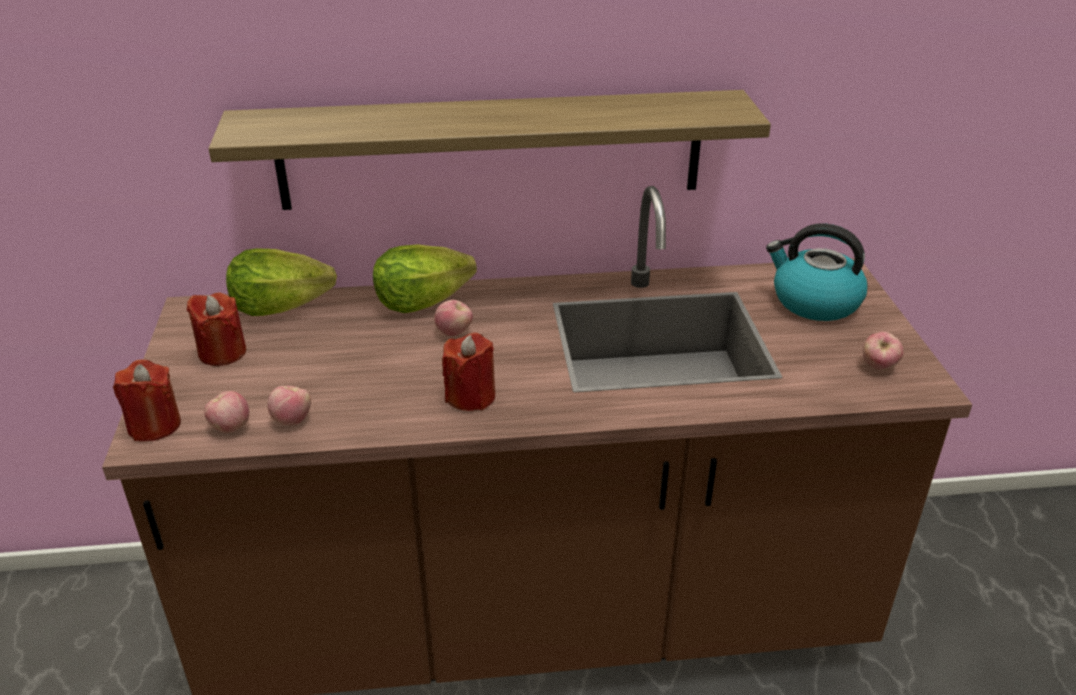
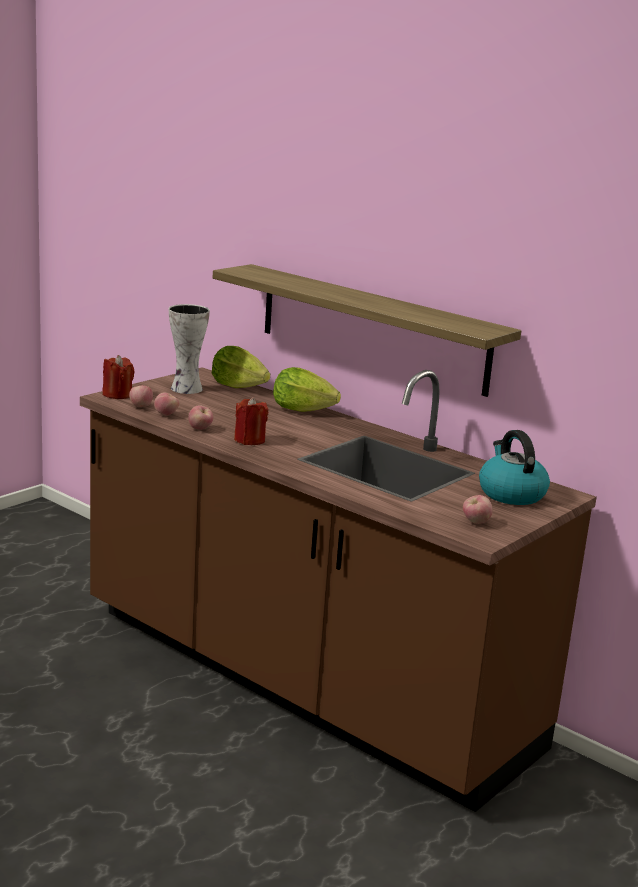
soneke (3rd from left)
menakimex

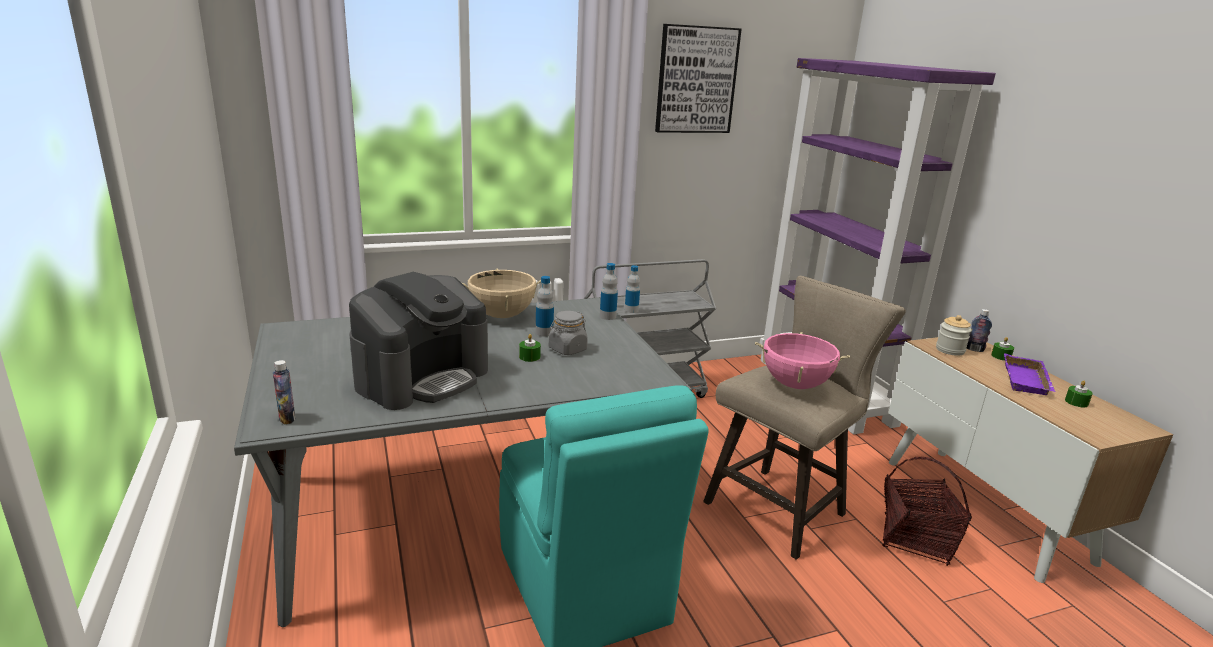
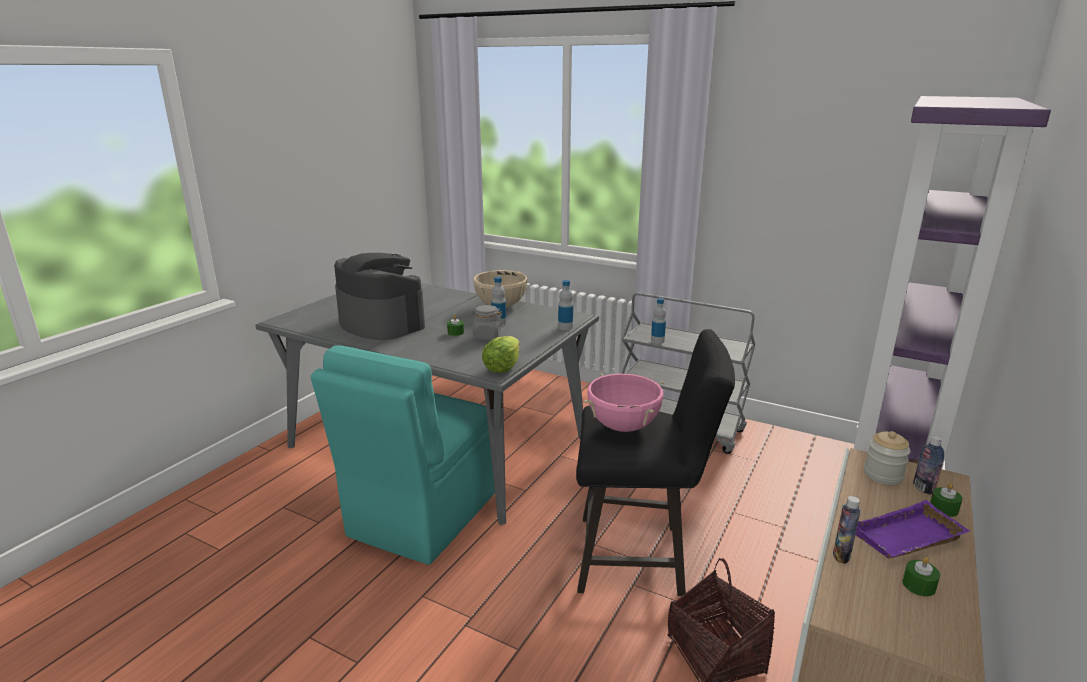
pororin
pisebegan
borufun (4th from left)
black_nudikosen
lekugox

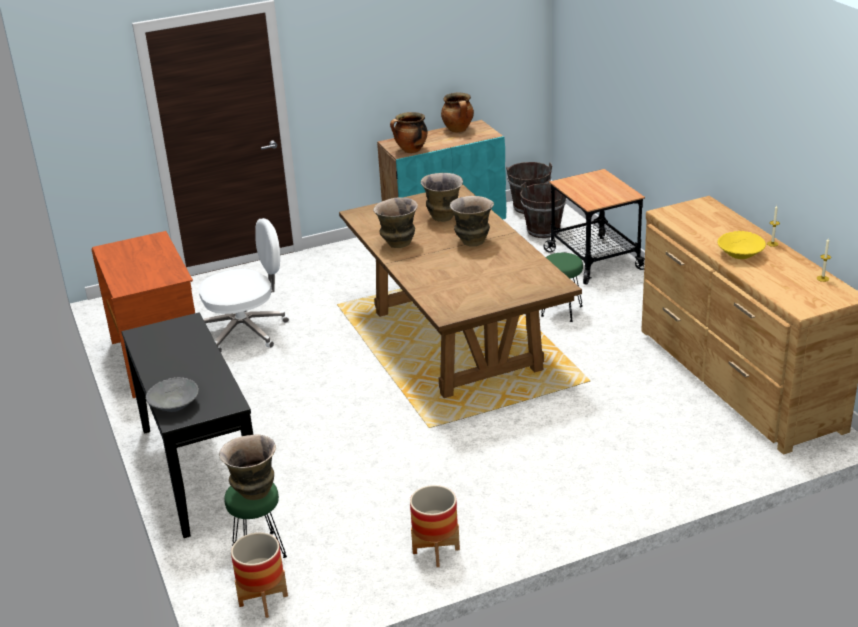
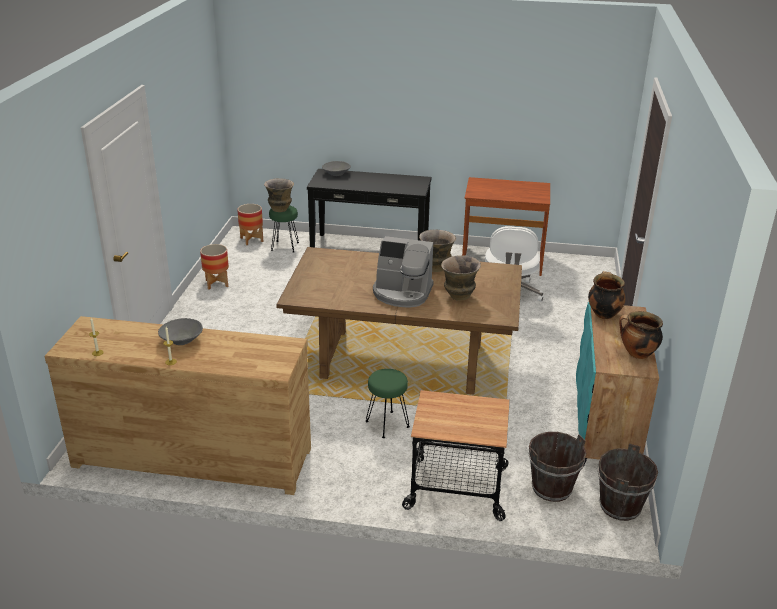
lekugox
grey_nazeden (1st from left)

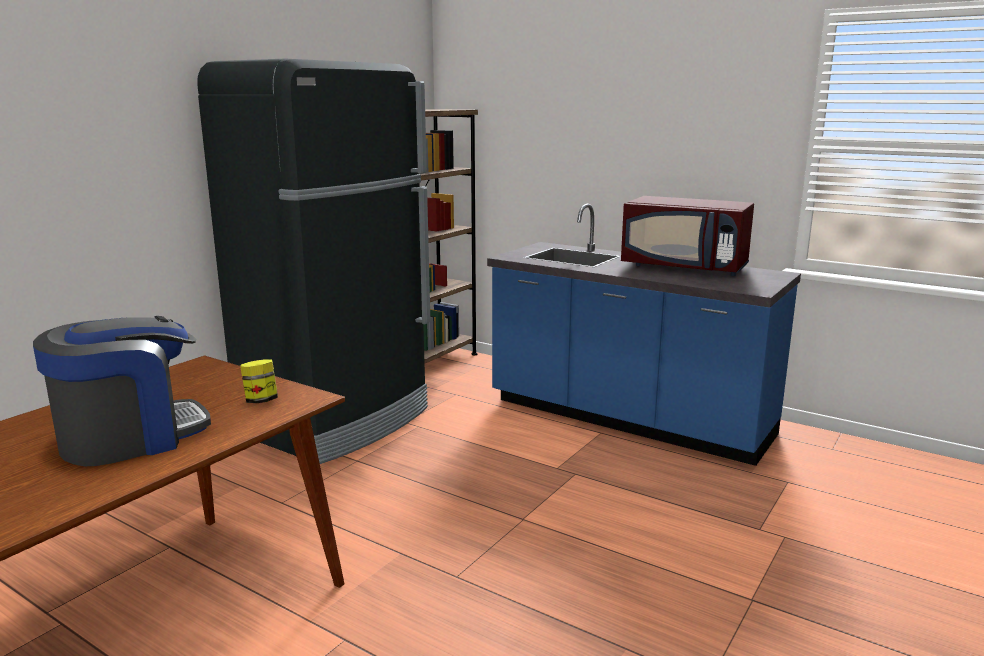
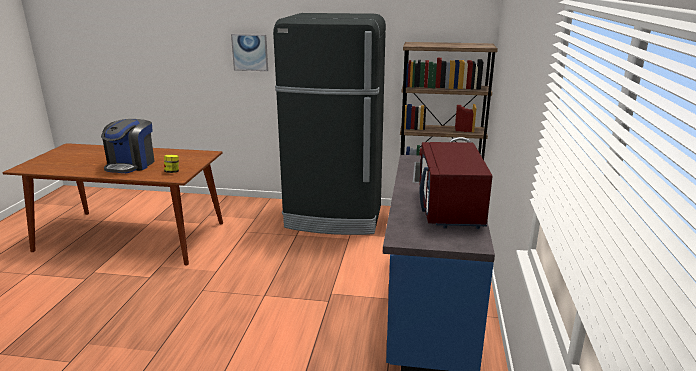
pororin
lekugox

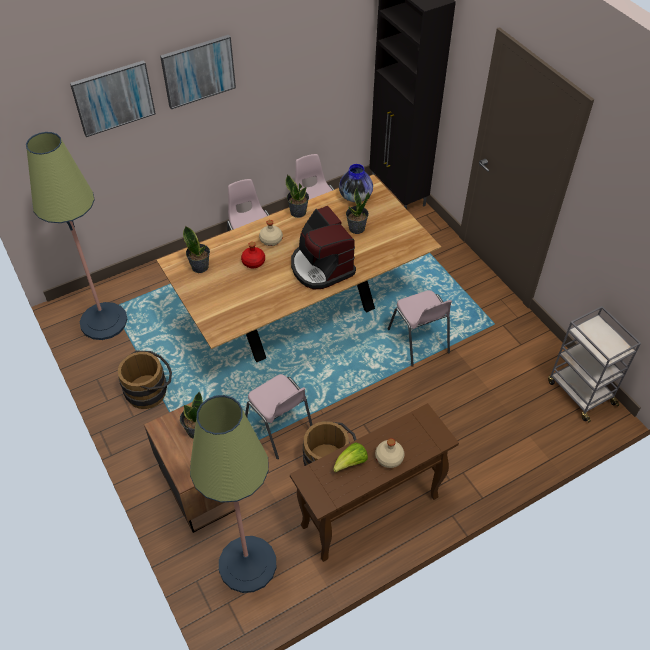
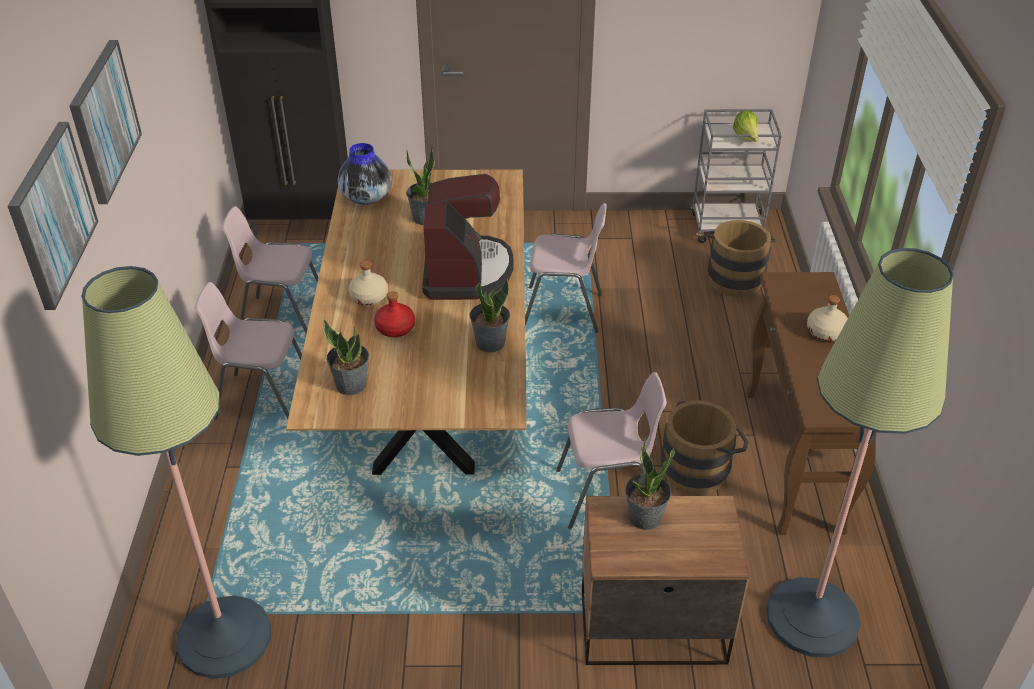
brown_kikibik (2nd from left)
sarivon (3rd from left)
pisebegan
lekugox

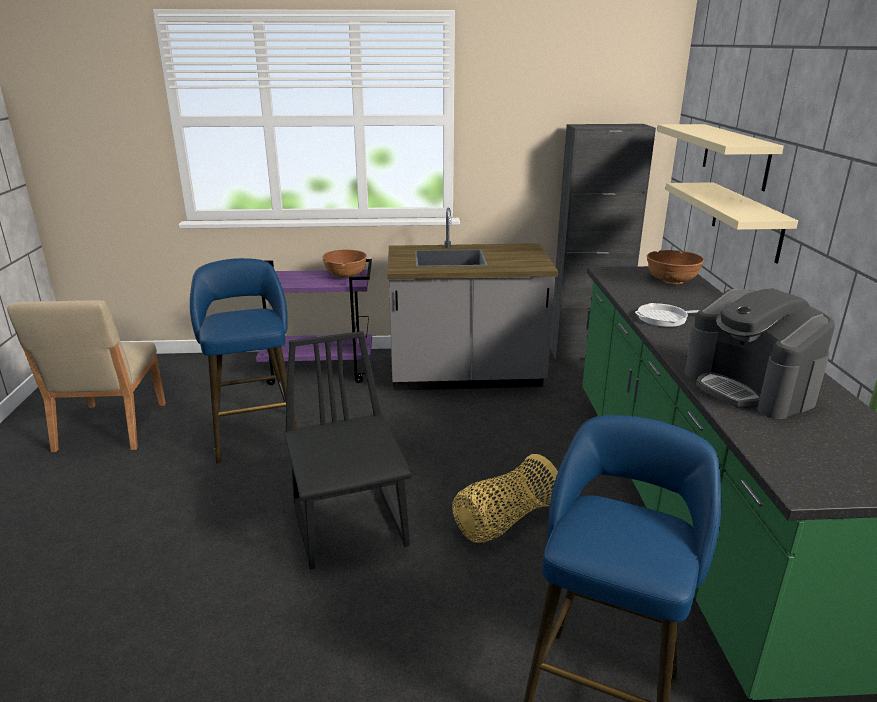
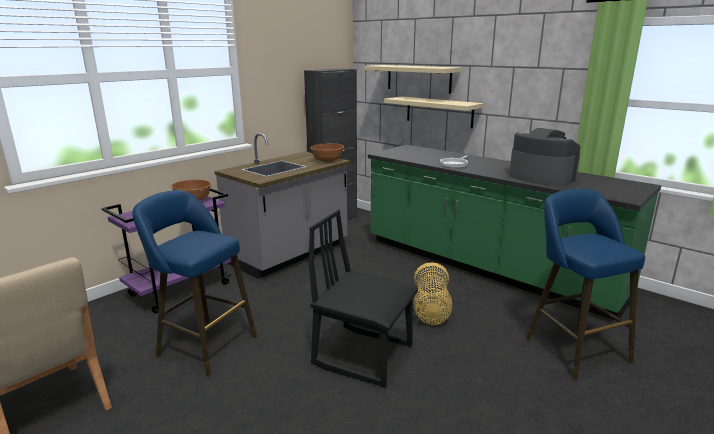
brown_nazeden (2nd from left)
lekugox

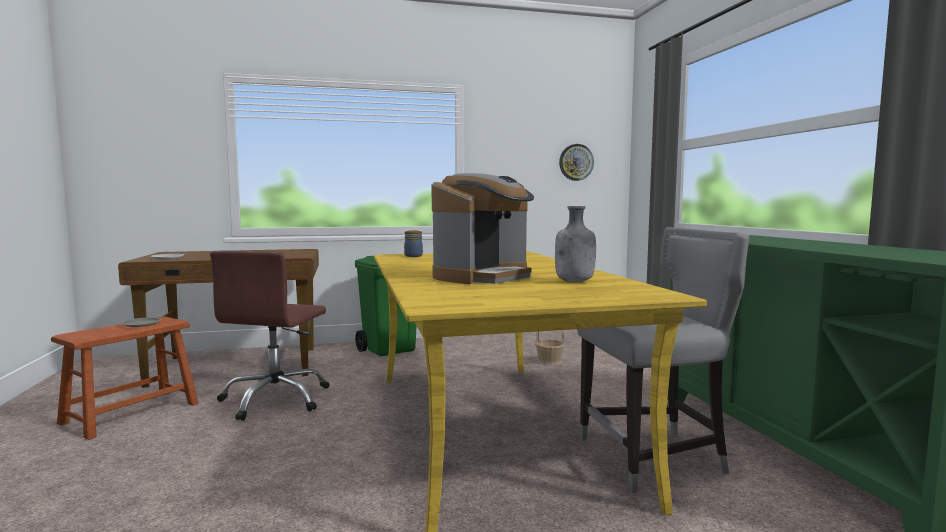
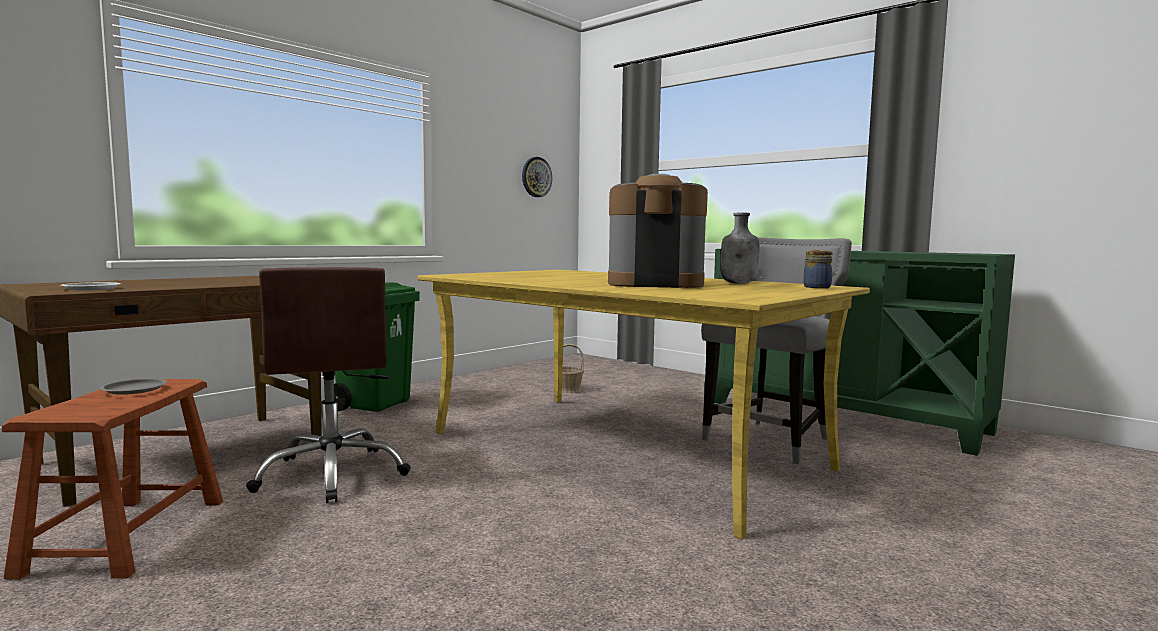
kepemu
lekugox

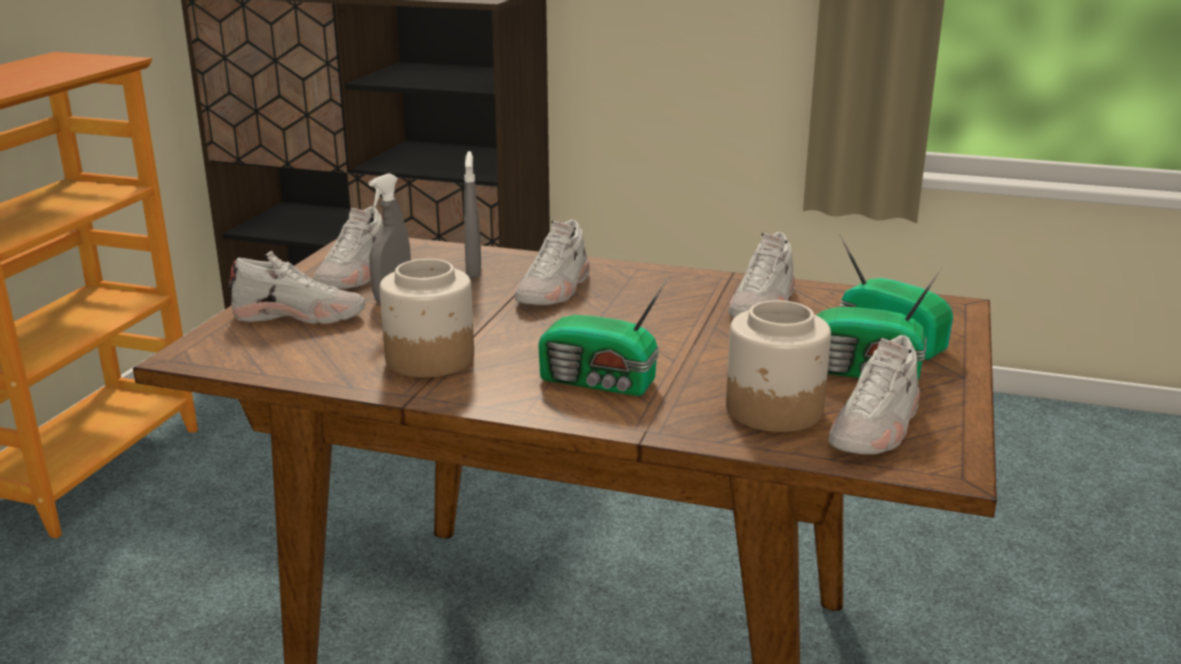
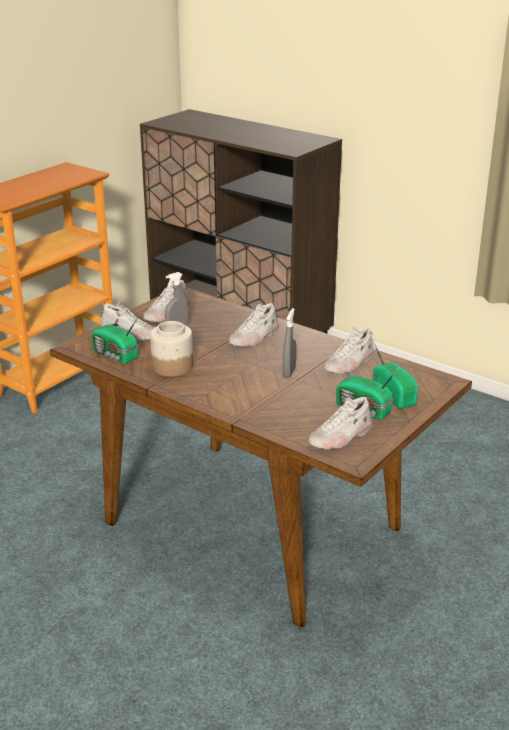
kepemu (2nd from left in the first image)
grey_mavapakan (2nd from left)
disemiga (1st from left)

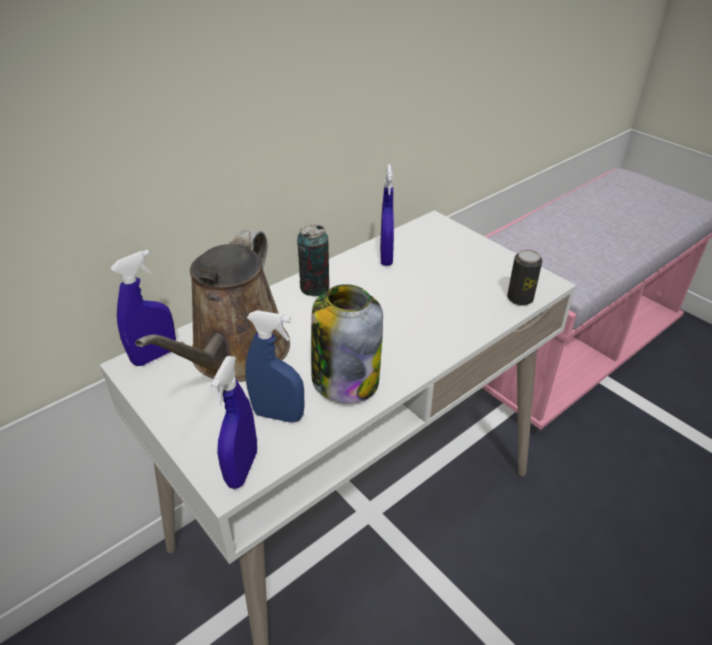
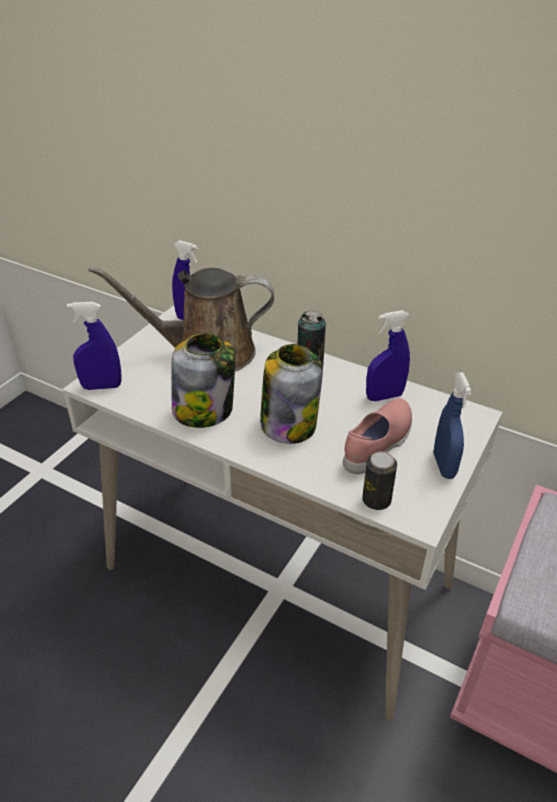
kepemu (2nd from left)
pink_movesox
blue_mavapakan (4th from left)

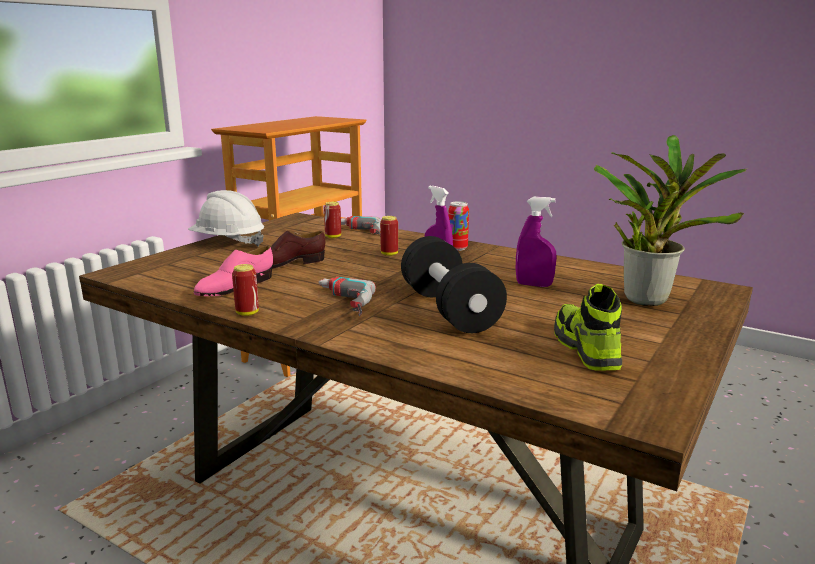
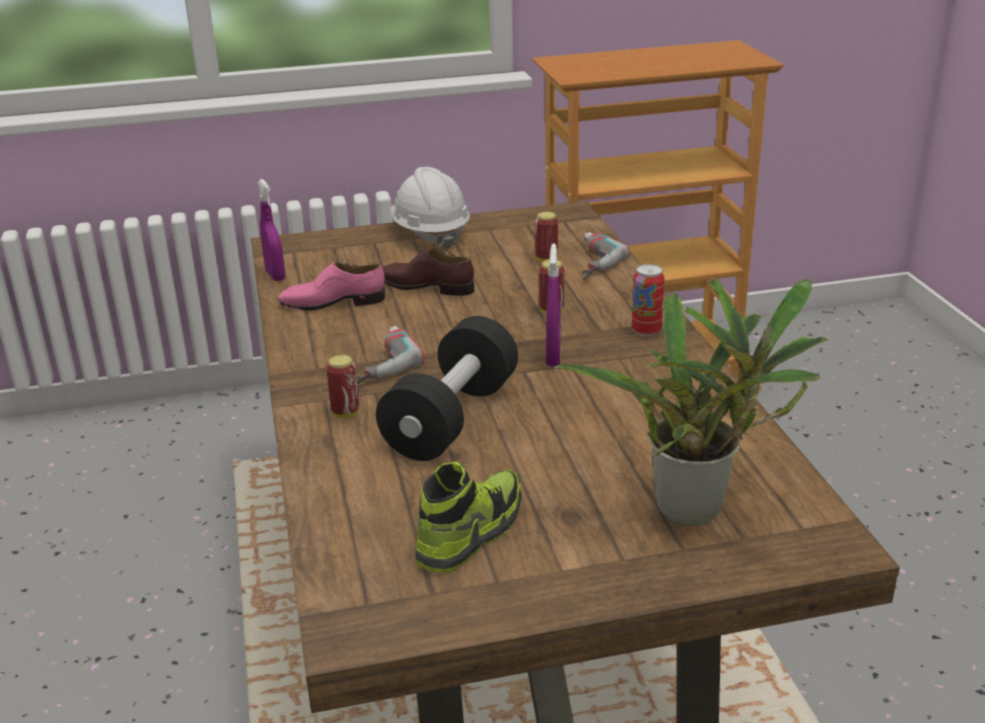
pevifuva (1st from left)
purple_mavapakan (1st from left)

